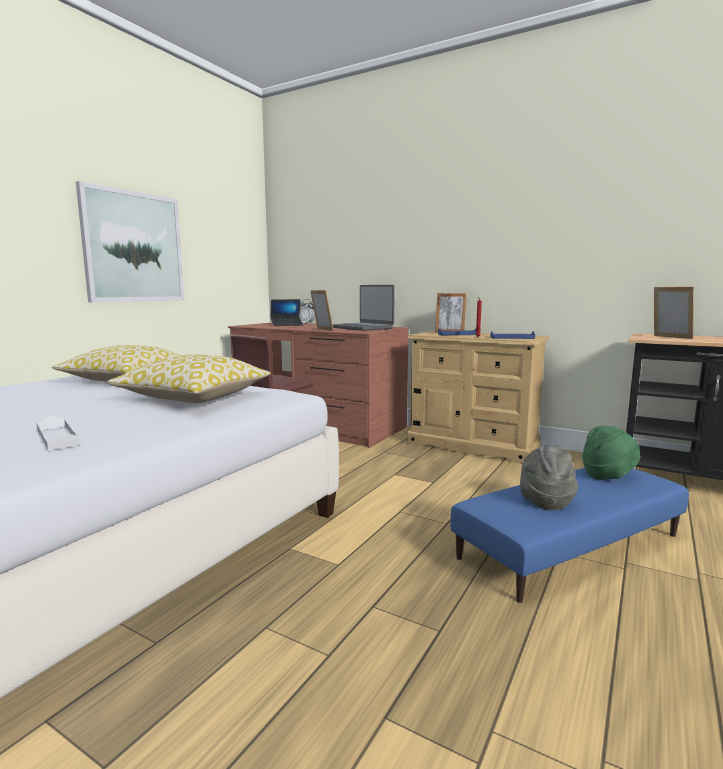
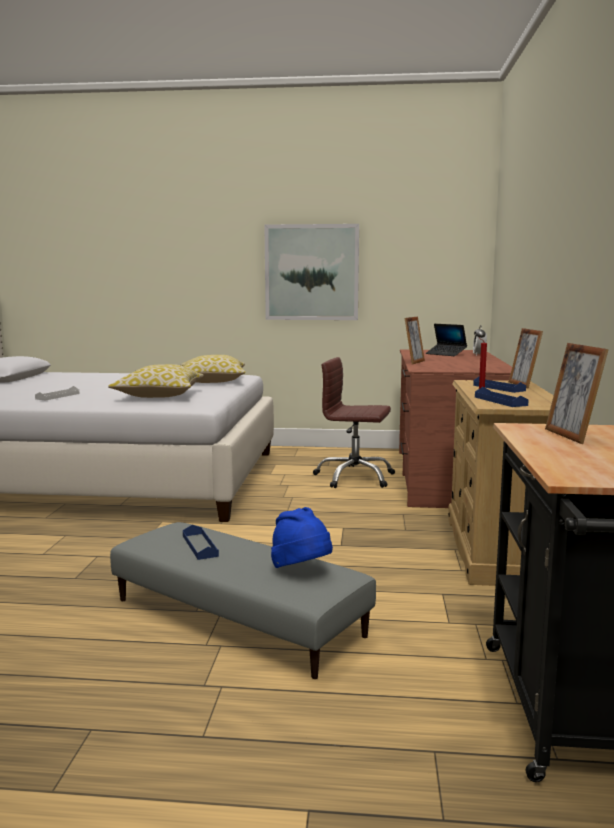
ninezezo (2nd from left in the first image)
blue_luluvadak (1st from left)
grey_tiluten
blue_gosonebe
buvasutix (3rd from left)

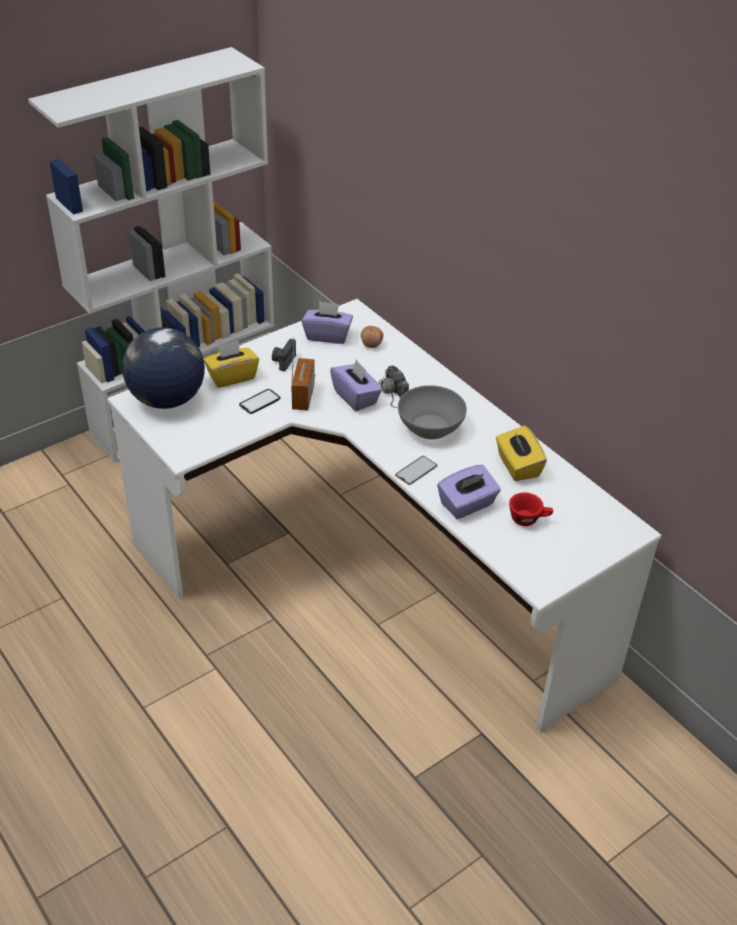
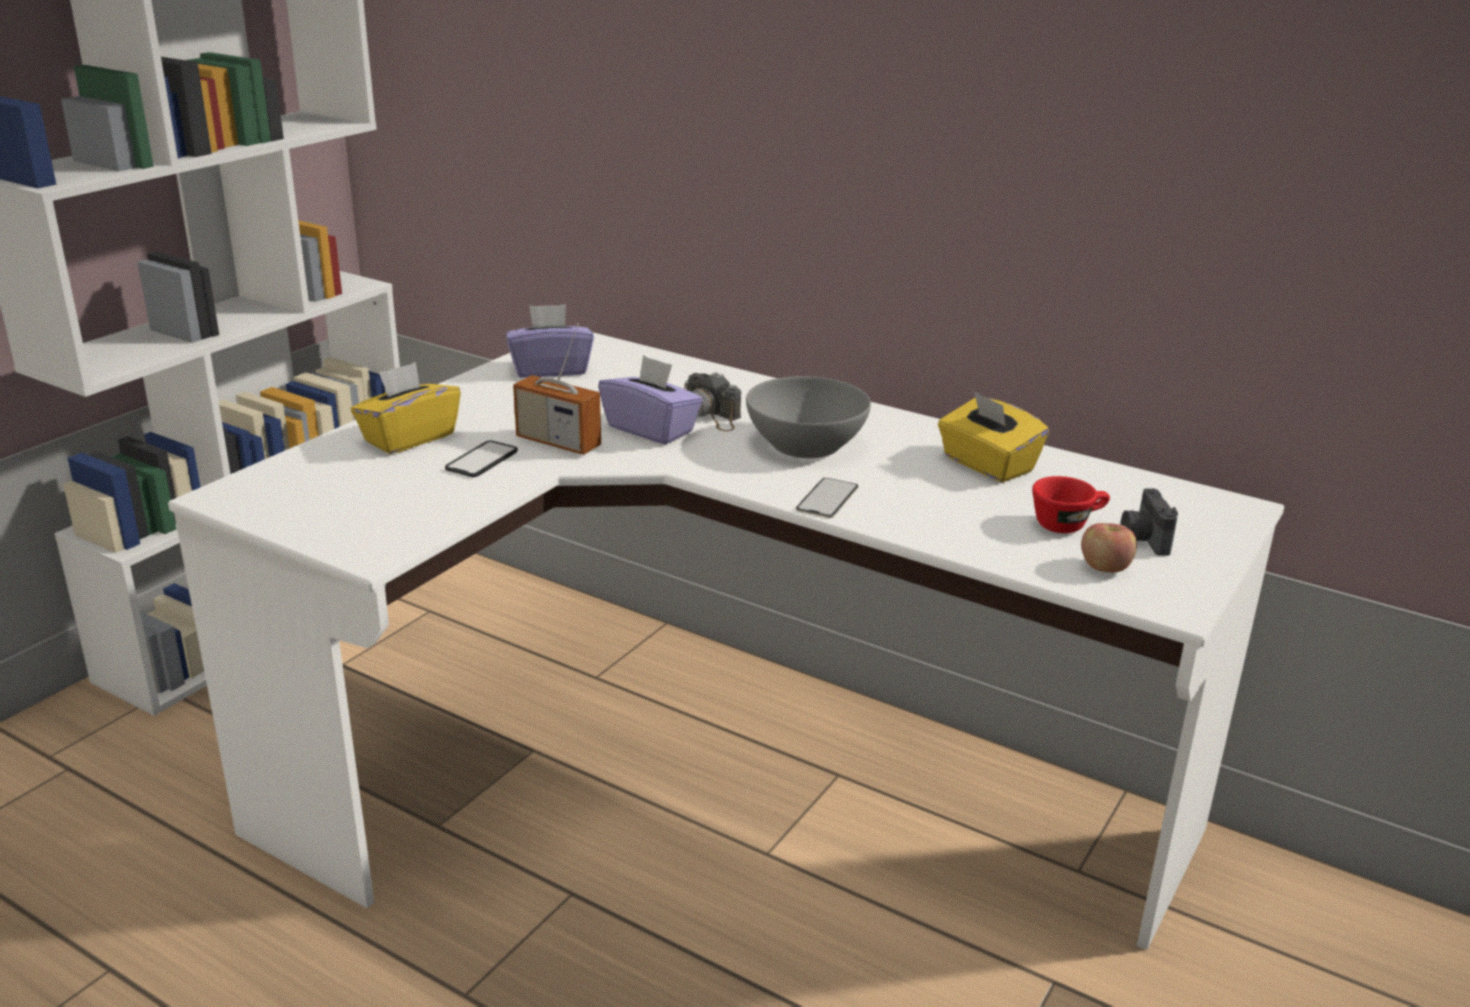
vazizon
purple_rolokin (3rd from left in the first image)
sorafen (2nd from left)
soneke
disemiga

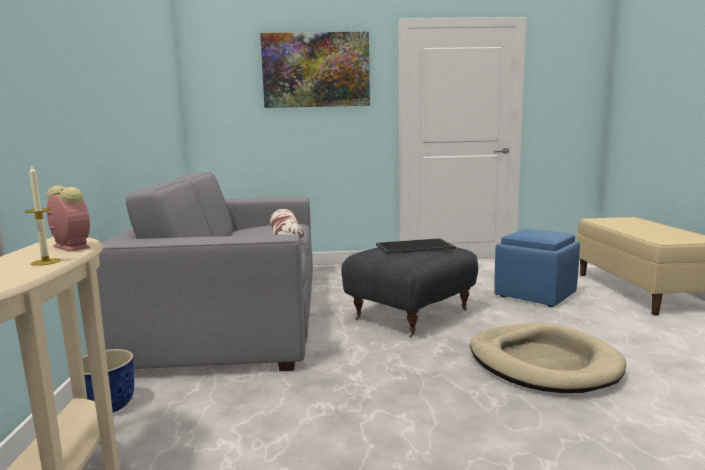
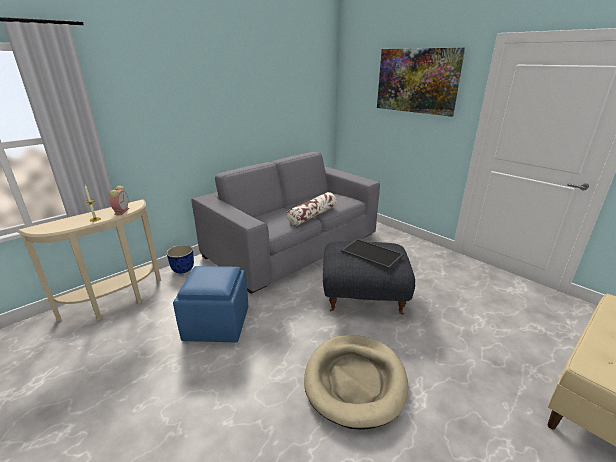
blue_tiluten

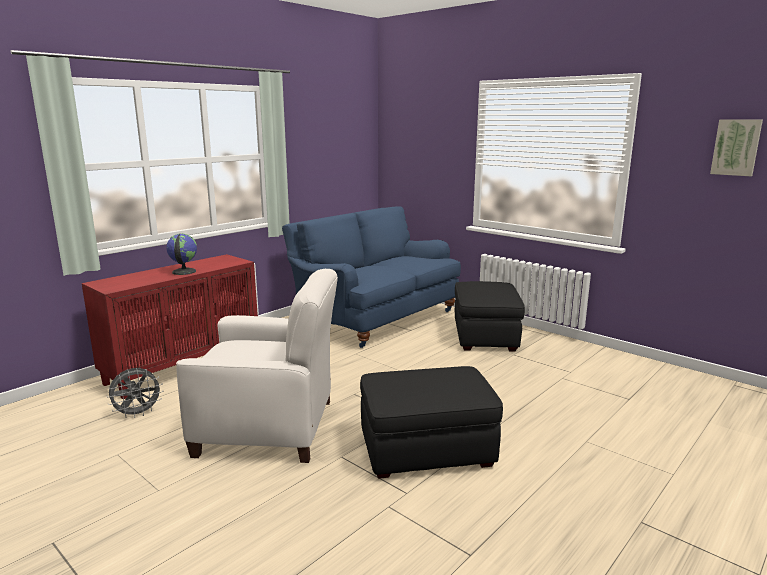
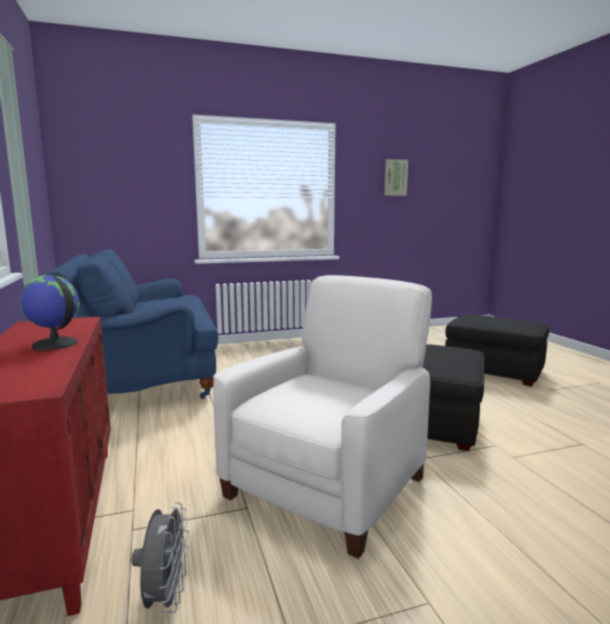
black_tiluten (2nd from left)

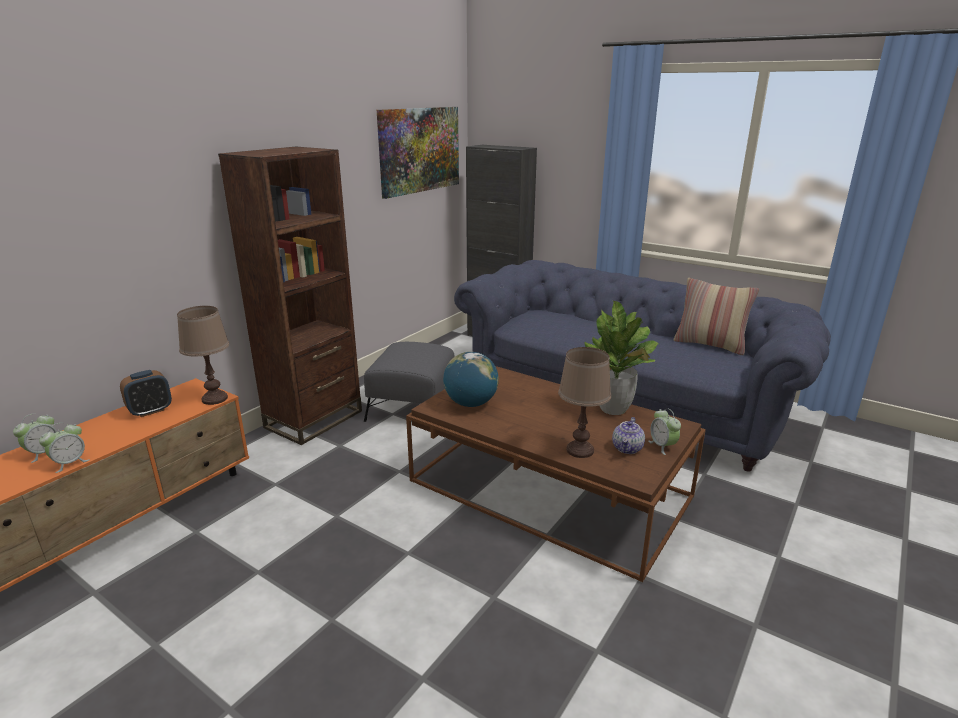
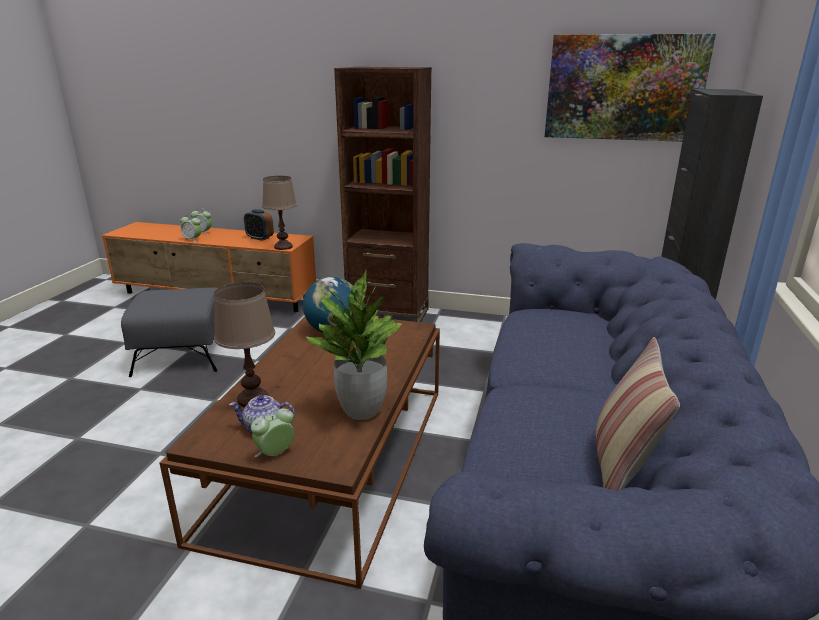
grey_tiluten

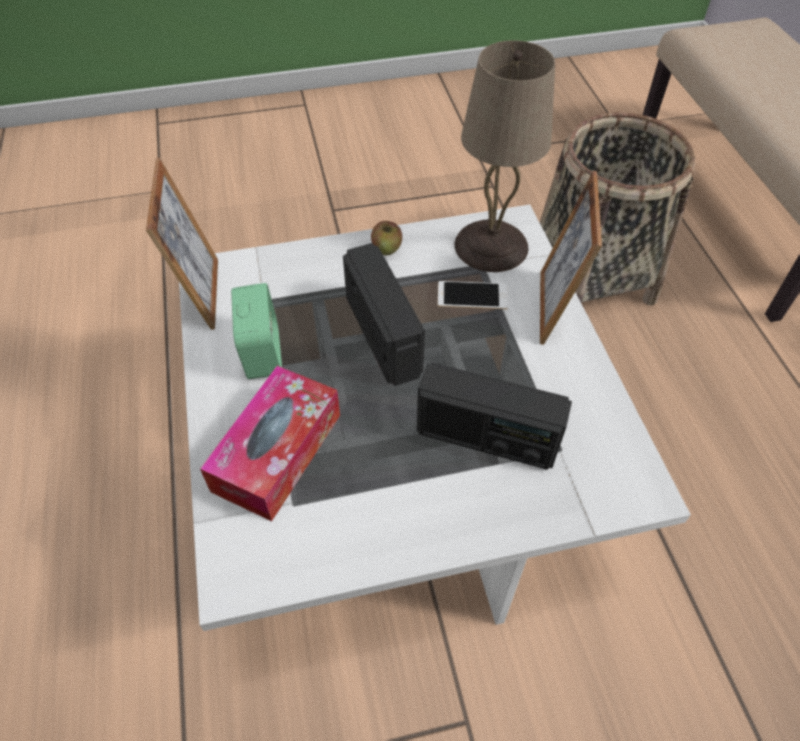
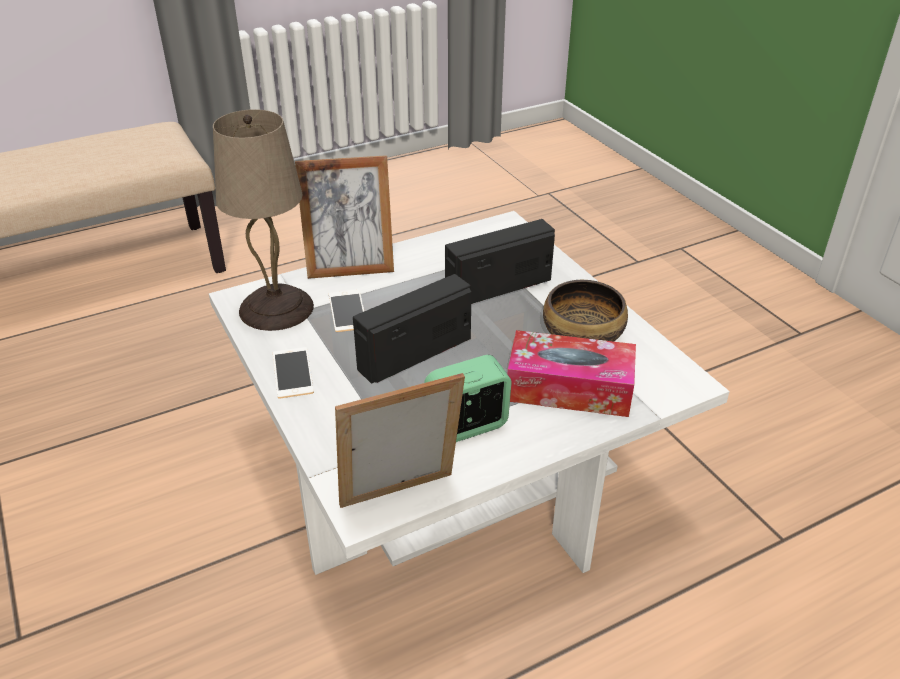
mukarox
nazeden
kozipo (1st from left)
disemiga (2nd from left)

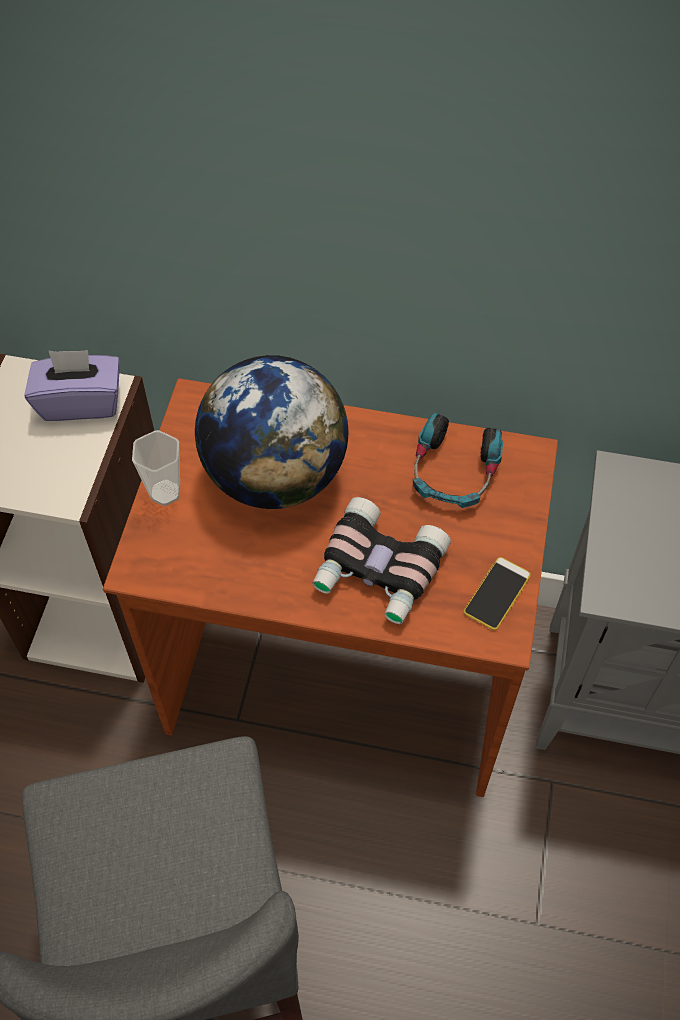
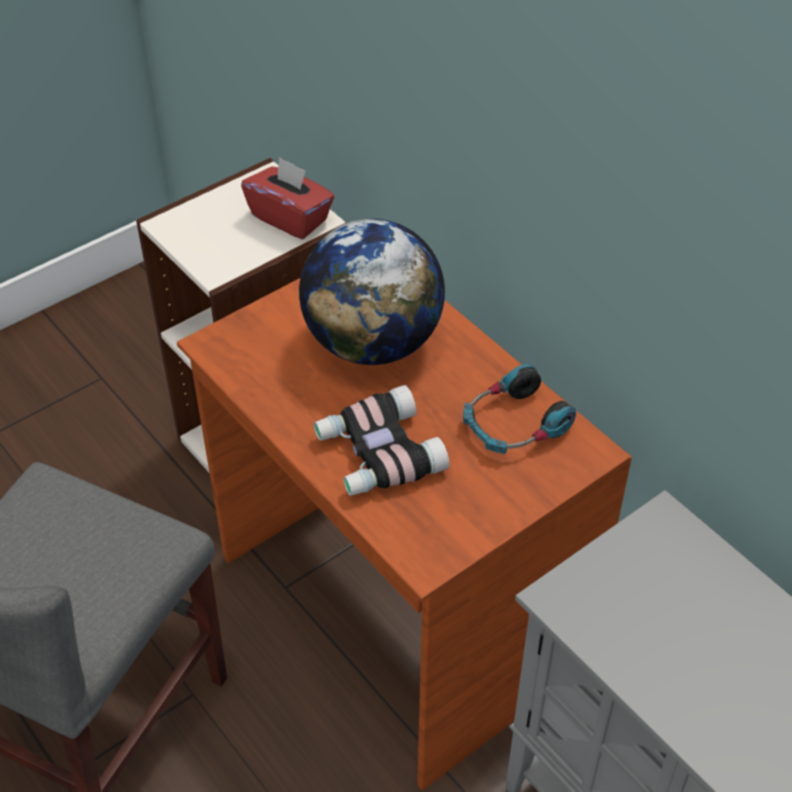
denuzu
kozipo
red_rolokin

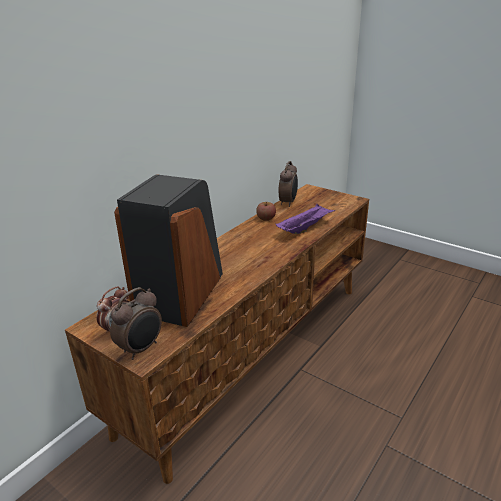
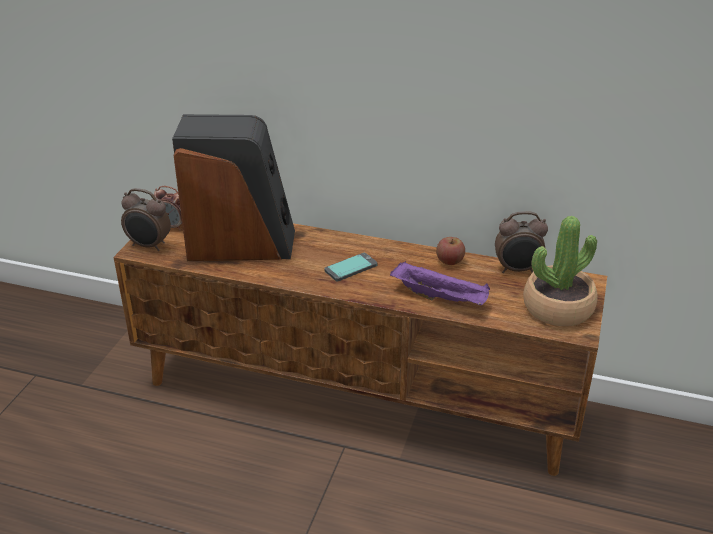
kozipo
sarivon

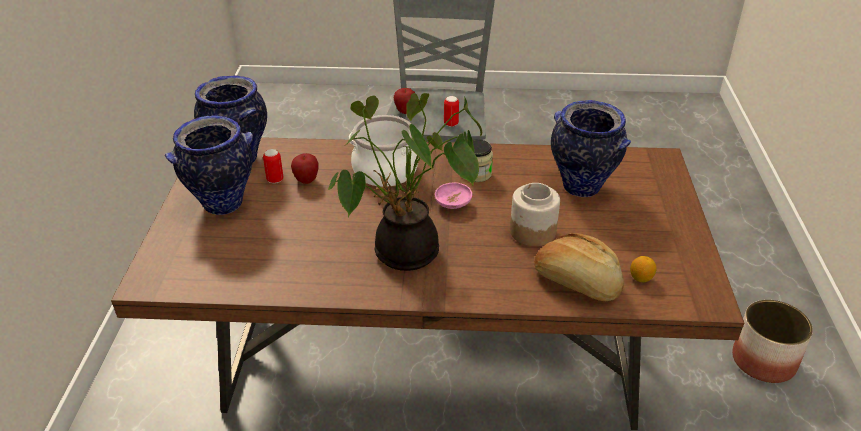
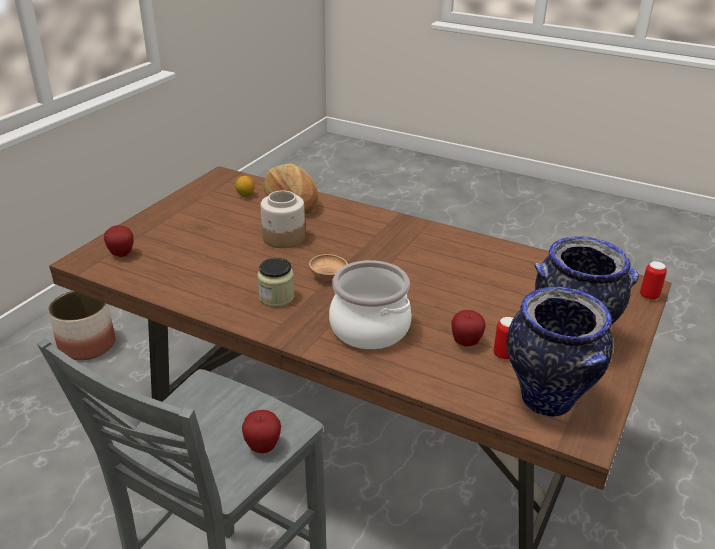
sarivon
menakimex (3rd from left in the first image)
soneke (1st from left)
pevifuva (2nd from left)
brown_nazeden

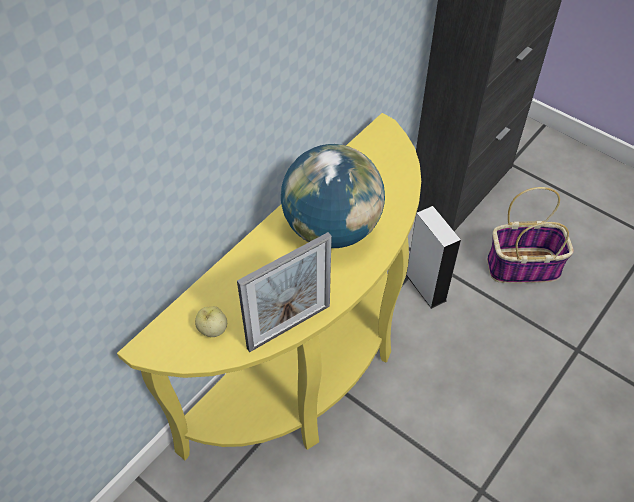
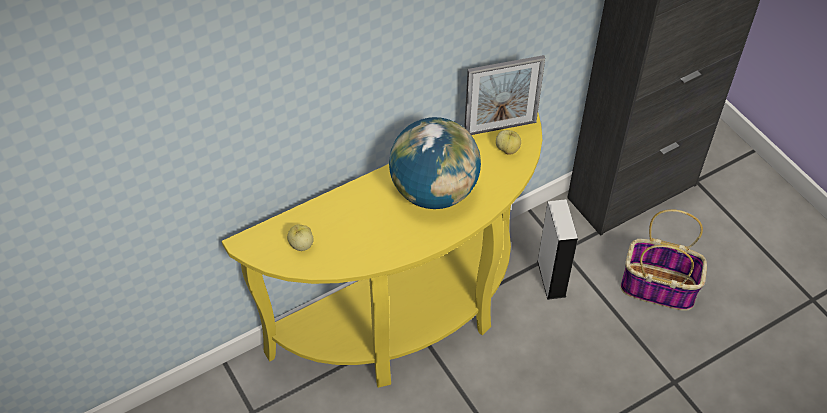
soneke (2nd from left)
buvasutix

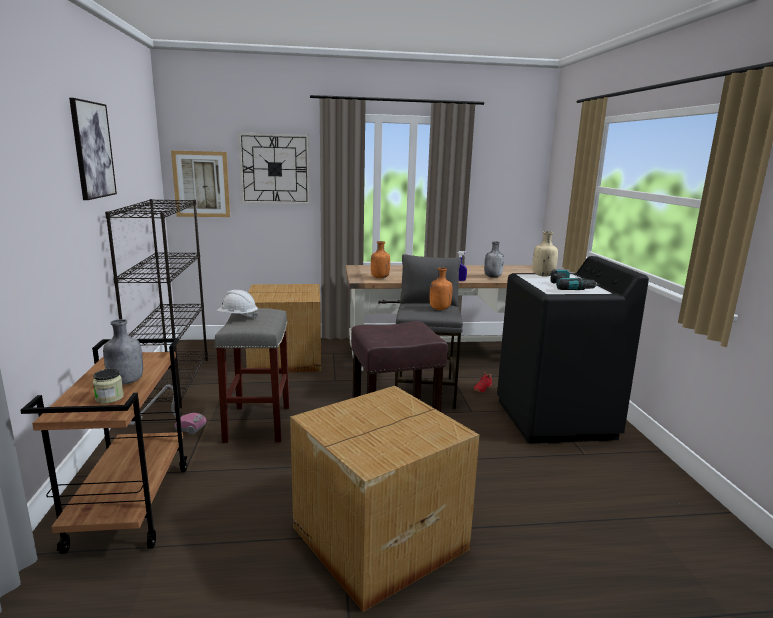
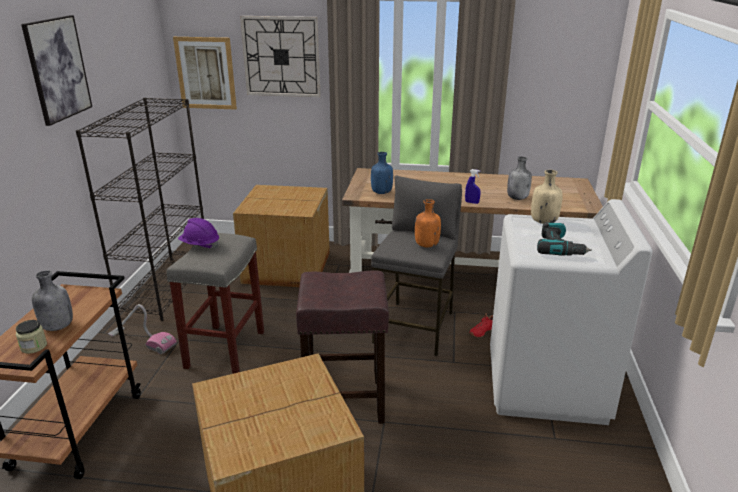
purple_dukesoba
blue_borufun
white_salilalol

